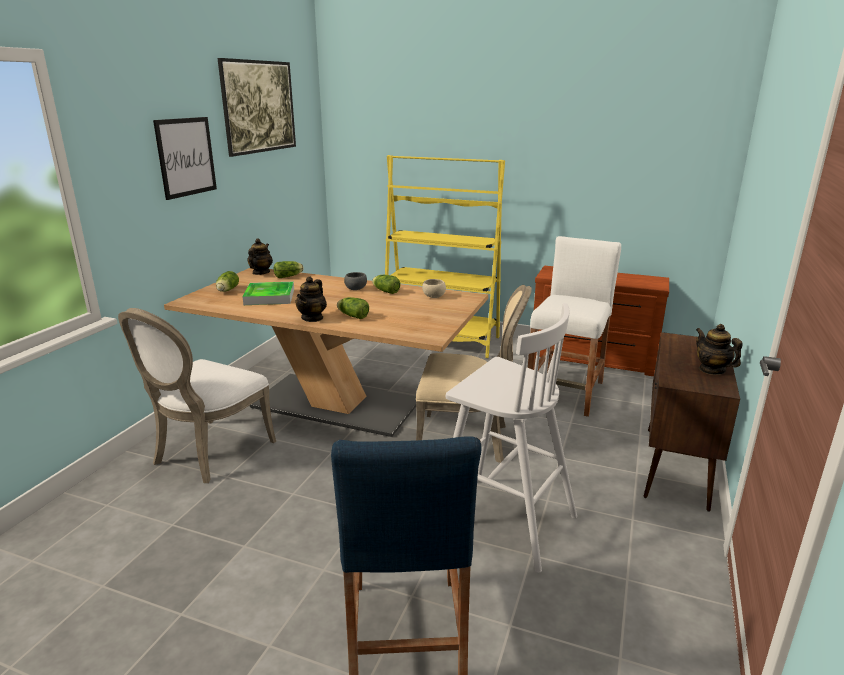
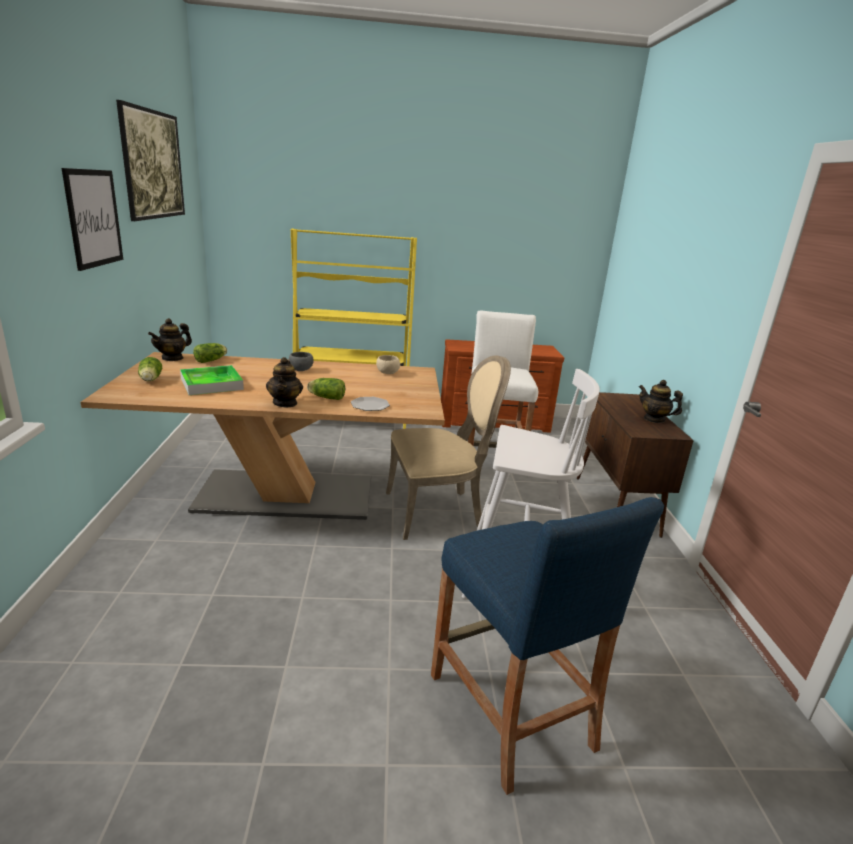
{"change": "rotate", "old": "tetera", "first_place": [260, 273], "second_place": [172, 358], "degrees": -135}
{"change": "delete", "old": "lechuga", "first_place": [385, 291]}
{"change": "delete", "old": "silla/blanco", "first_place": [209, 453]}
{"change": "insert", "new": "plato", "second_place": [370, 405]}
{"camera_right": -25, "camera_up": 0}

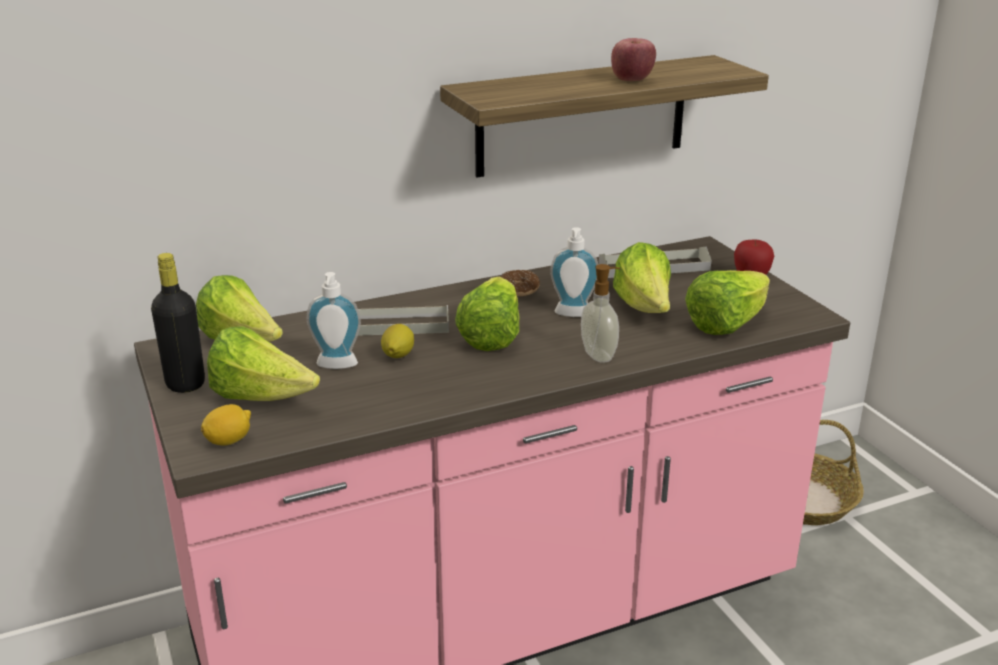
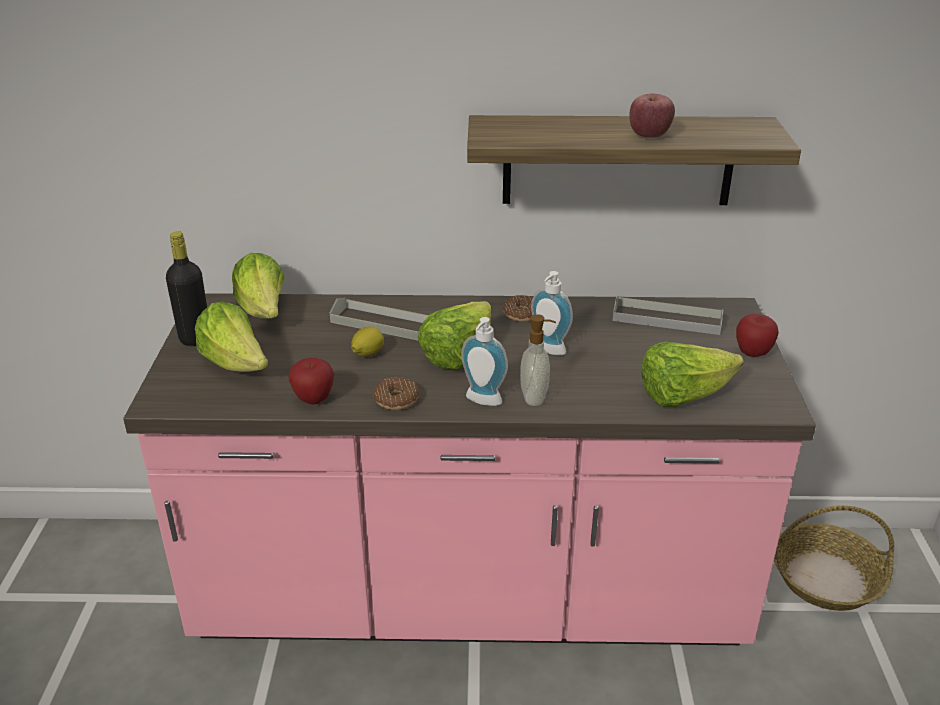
{"change": "delete", "old": "lechuga", "first_place": [645, 308]}
{"change": "move", "old": "dispensador de jabón", "first_place": [336, 366], "second_place": [482, 402]}
{"change": "delete", "old": "limón", "first_place": [229, 440]}
{"change": "insert", "new": "manzana", "second_place": [313, 399]}
{"change": "insert", "new": "rosquilla", "second_place": [396, 400]}
{"camera_right": 25, "camera_up": 5}

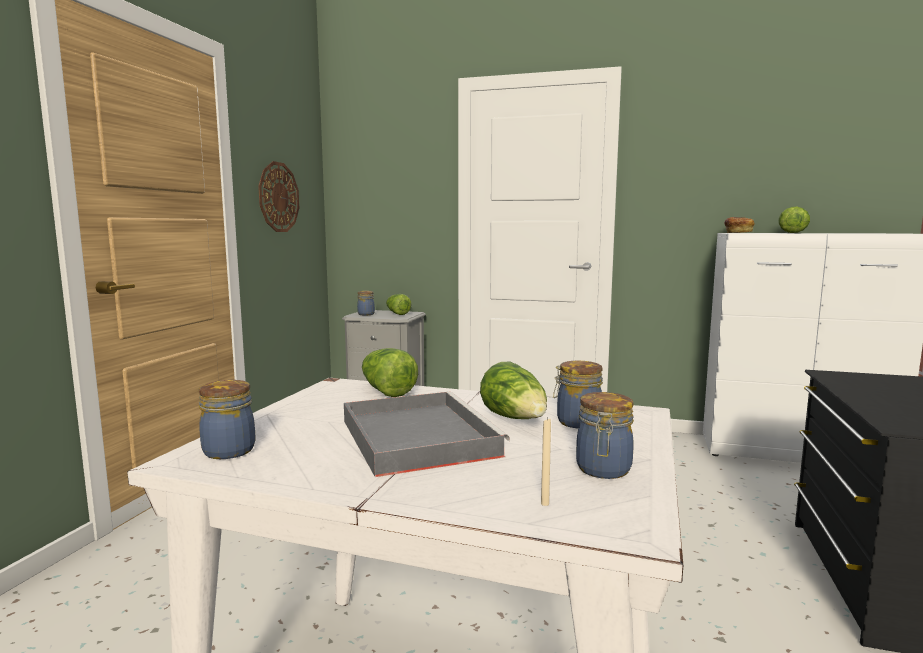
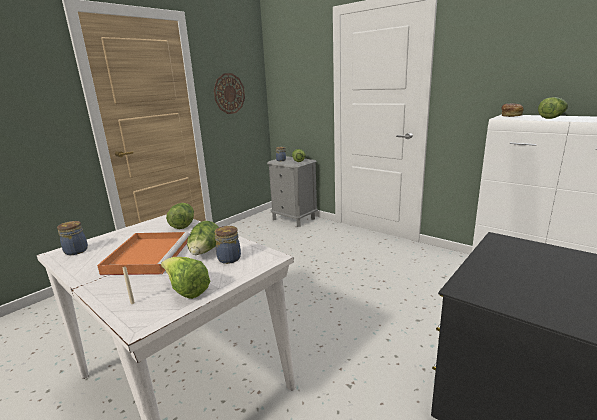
{"change": "recolor", "old": "bandeja/gris", "new": "bandeja/naranja", "first_place": [416, 436], "second_place": [148, 255]}
{"change": "replace", "old": "tarro", "new": "lechuga", "first_place": [603, 470], "second_place": [186, 290]}
{"camera_right": 25, "camera_up": 10}

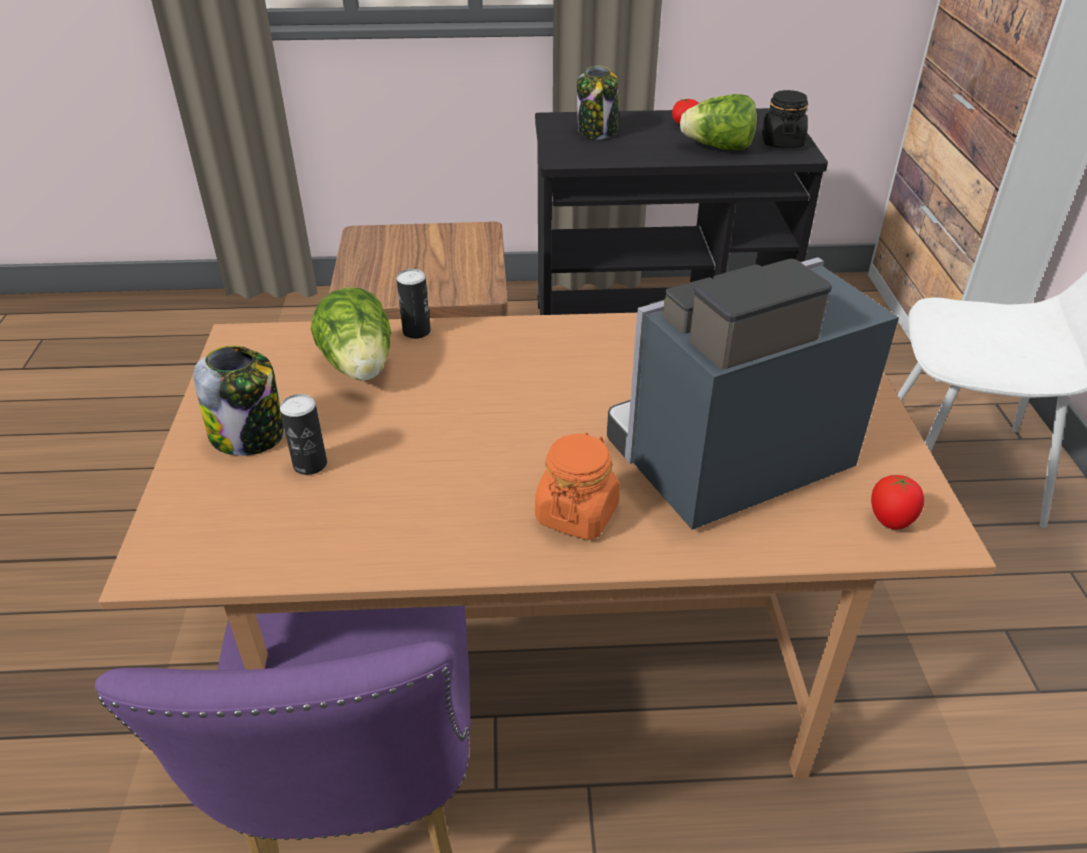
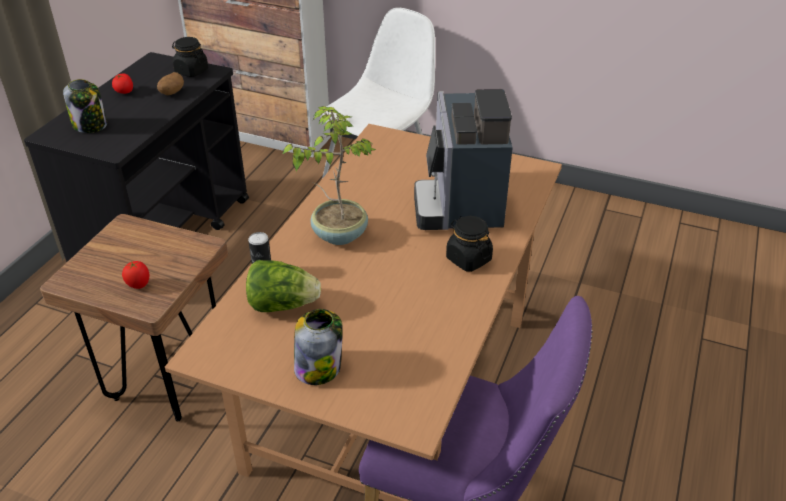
{"change": "replace", "old": "lechuga", "new": "patata", "first_place": [718, 147], "second_place": [171, 93]}
{"change": "delete", "old": "lata", "first_place": [310, 464]}
{"change": "recolor", "old": "tarro/naranja", "new": "tarro/negro", "first_place": [577, 513], "second_place": [468, 259]}
{"change": "move", "old": "tomate", "first_place": [890, 522], "second_place": [139, 285]}
{"change": "insert", "new": "planta en maceta", "second_place": [339, 234]}
{"camera_right": -65, "camera_up": 0}

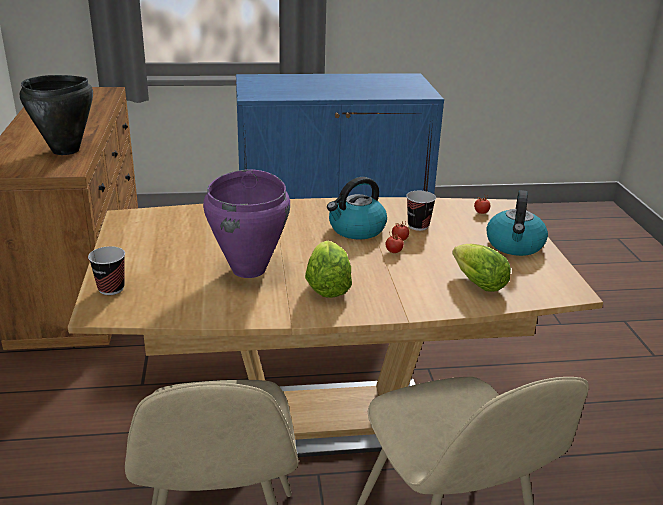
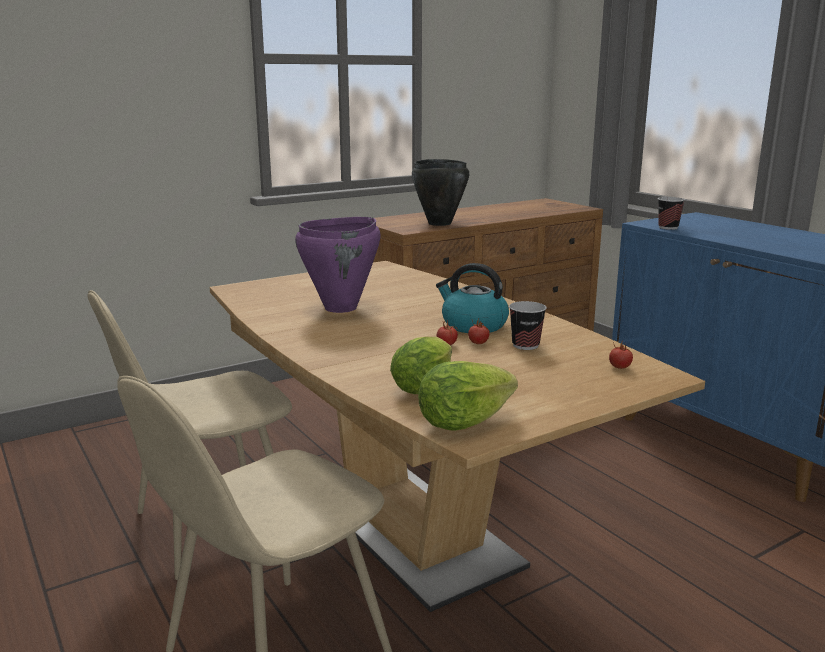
{"change": "delete", "old": "hervidor", "first_place": [515, 245]}
{"change": "move", "old": "lechuga", "first_place": [327, 287], "second_place": [463, 422]}
{"change": "move", "old": "taza", "first_place": [111, 288], "second_place": [668, 227]}
{"camera_right": 65, "camera_up": -10}

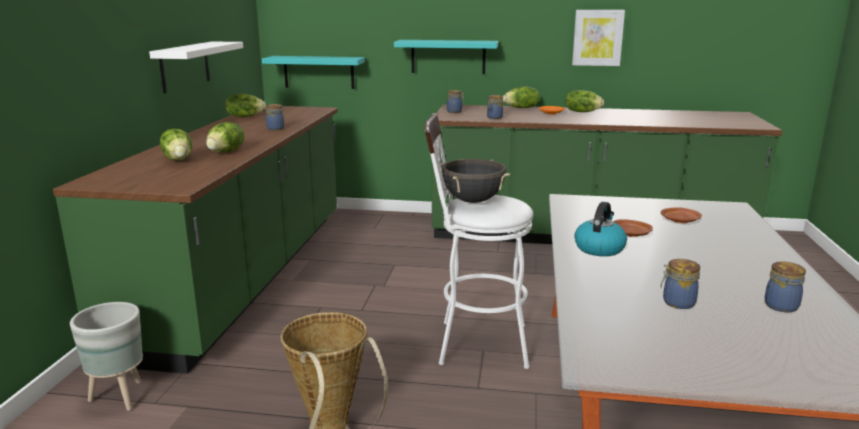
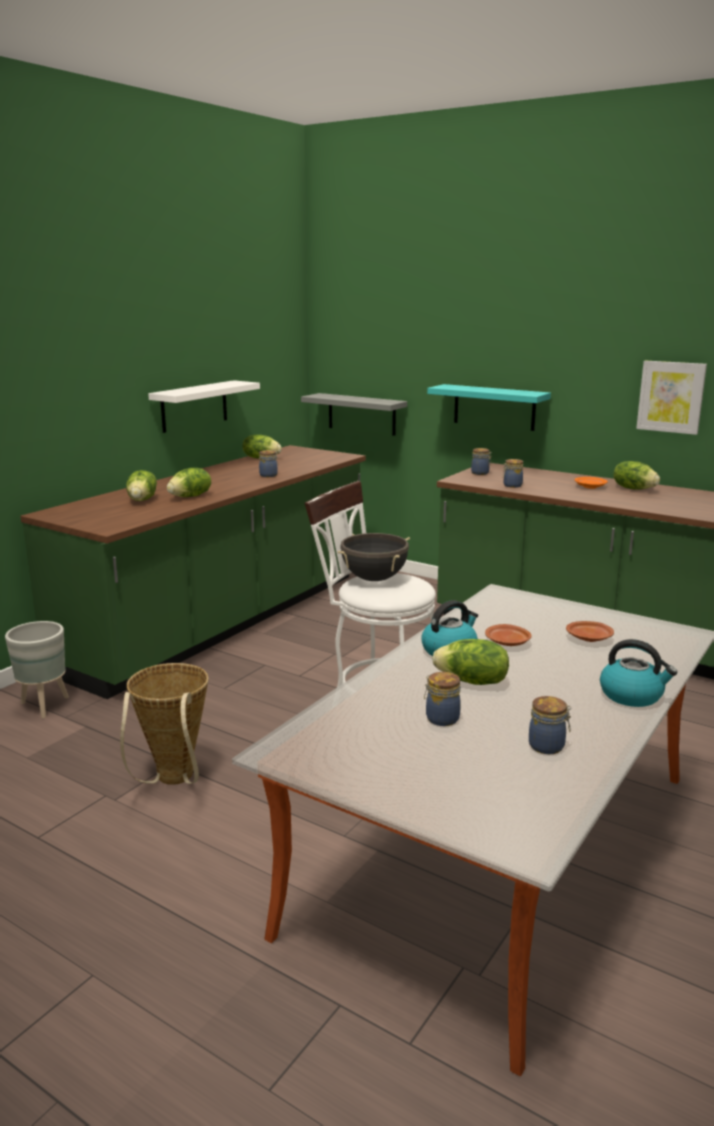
{"change": "recolor", "old": "estante/turquesa", "new": "estante/gris", "first_place": [319, 72], "second_place": [361, 414]}
{"change": "move", "old": "lechuga", "first_place": [521, 108], "second_place": [472, 681]}
{"change": "insert", "new": "hervidor", "second_place": [632, 695]}
{"camera_right": 25, "camera_up": 0}

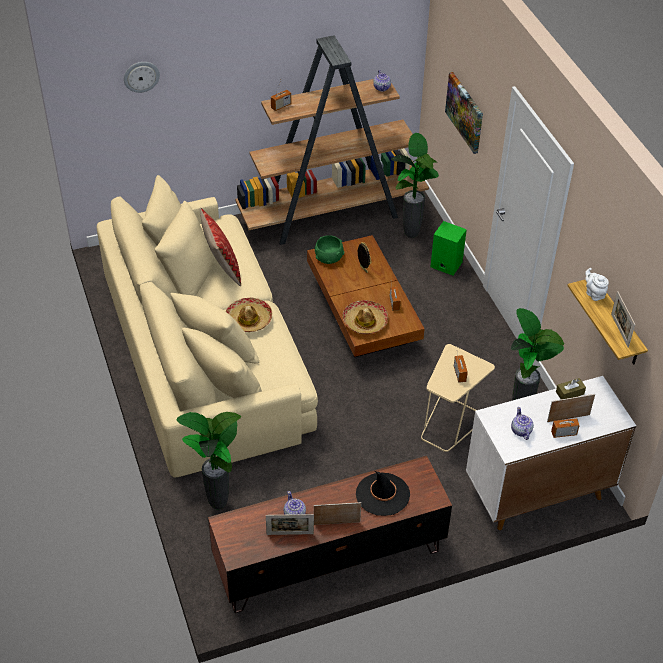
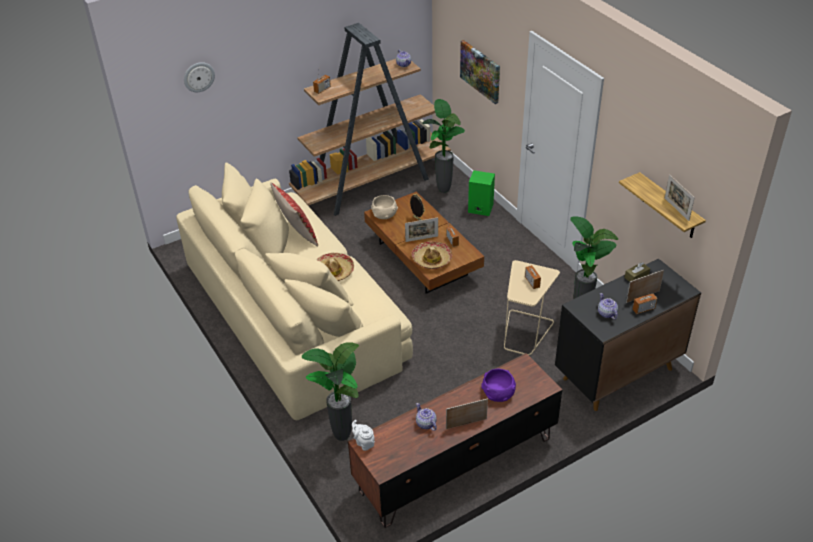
{"change": "recolor", "old": "cuenco/verde", "new": "cuenco/beis", "first_place": [329, 256], "second_place": [384, 213]}
{"change": "move", "old": "tetera/blanco", "first_place": [594, 294], "second_place": [364, 443]}
{"change": "recolor", "old": "armario/blanco", "new": "armario/negro", "first_place": [537, 492], "second_place": [617, 374]}
{"change": "replace", "old": "sombrero/negro", "new": "cuenco/morado", "first_place": [382, 494], "second_place": [498, 392]}
{"change": "move", "old": "portarretratos", "first_place": [290, 534], "second_place": [421, 239]}
{"camera_right": -10, "camera_up": -5}

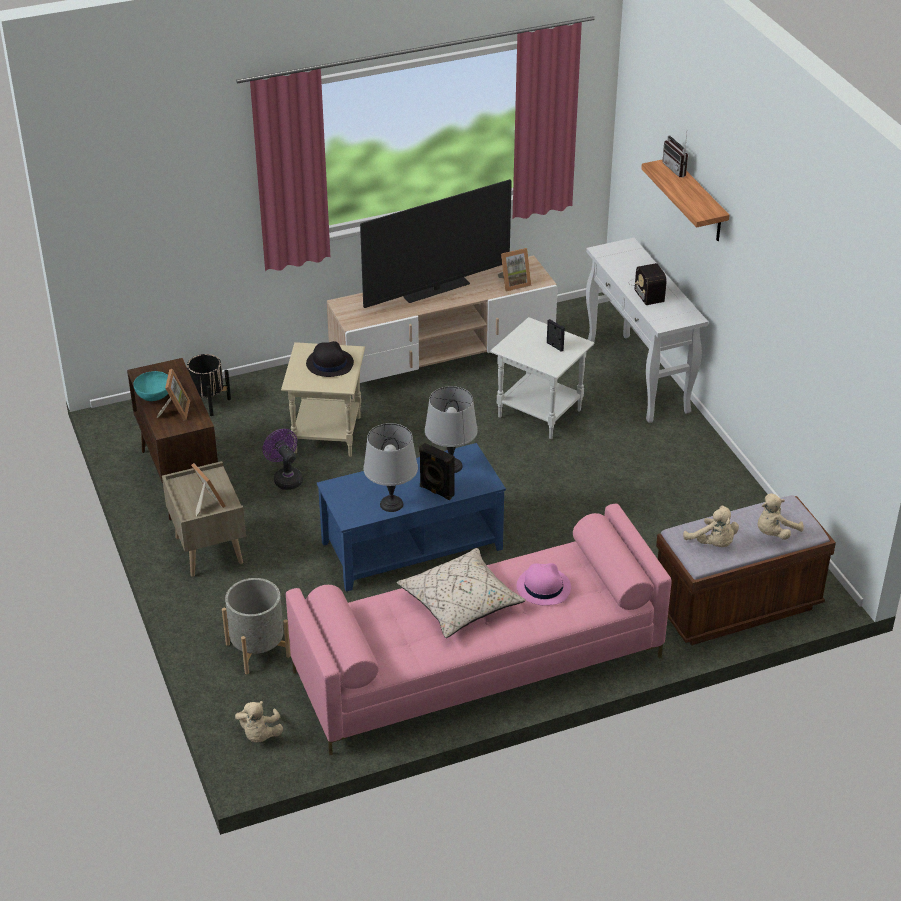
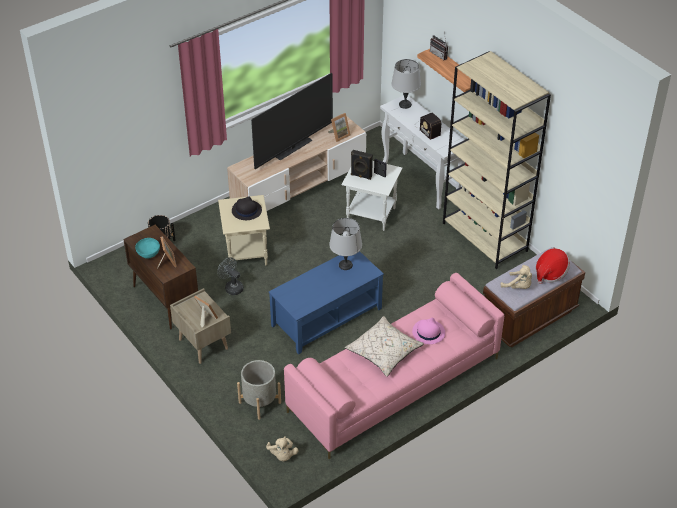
{"change": "move", "old": "lámpara de mesa/gris", "first_place": [392, 504], "second_place": [405, 104]}
{"change": "recolor", "old": "ventilador/morado", "new": "ventilador/gris", "first_place": [285, 478], "second_place": [232, 287]}
{"change": "move", "old": "altavoz/negro", "first_place": [436, 491], "second_place": [361, 176]}
{"change": "replace", "old": "peluche/beis", "new": "sombrero", "first_place": [774, 533], "second_place": [550, 273]}
{"change": "insert", "new": "estantería/beis", "second_place": [485, 237]}
{"camera_right": -15, "camera_up": 5}

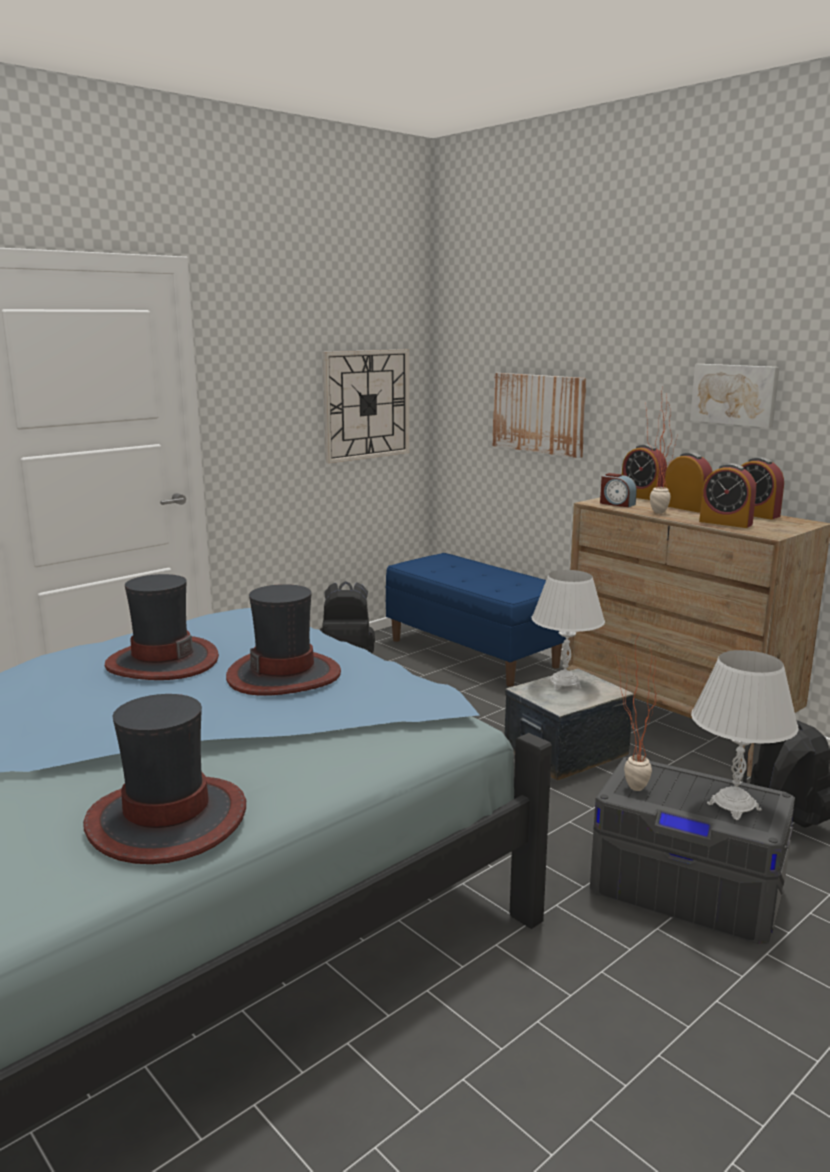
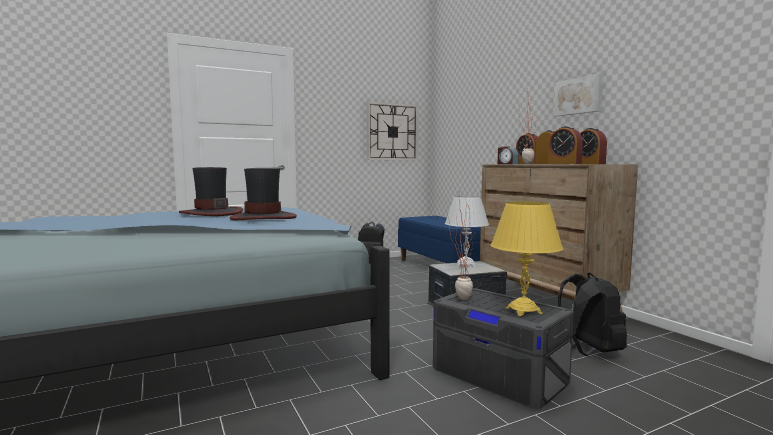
{"change": "delete", "old": "cuadro", "first_place": [539, 413]}
{"change": "recolor", "old": "lámpara de mesa/blanco", "new": "lámpara de mesa/amarillo", "first_place": [733, 806], "second_place": [523, 311]}
{"change": "delete", "old": "sombrero", "first_place": [167, 819]}
{"camera_right": 15, "camera_up": -10}

